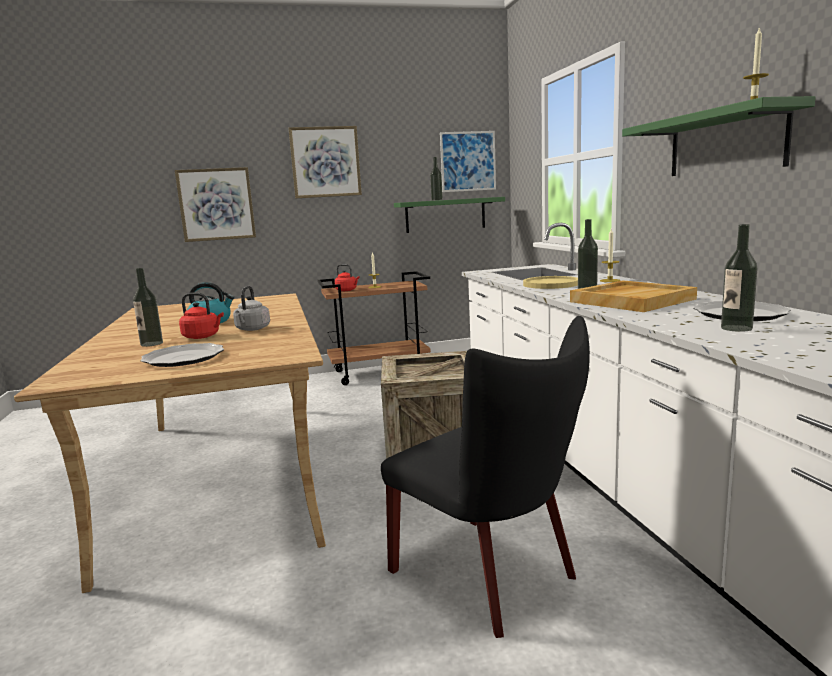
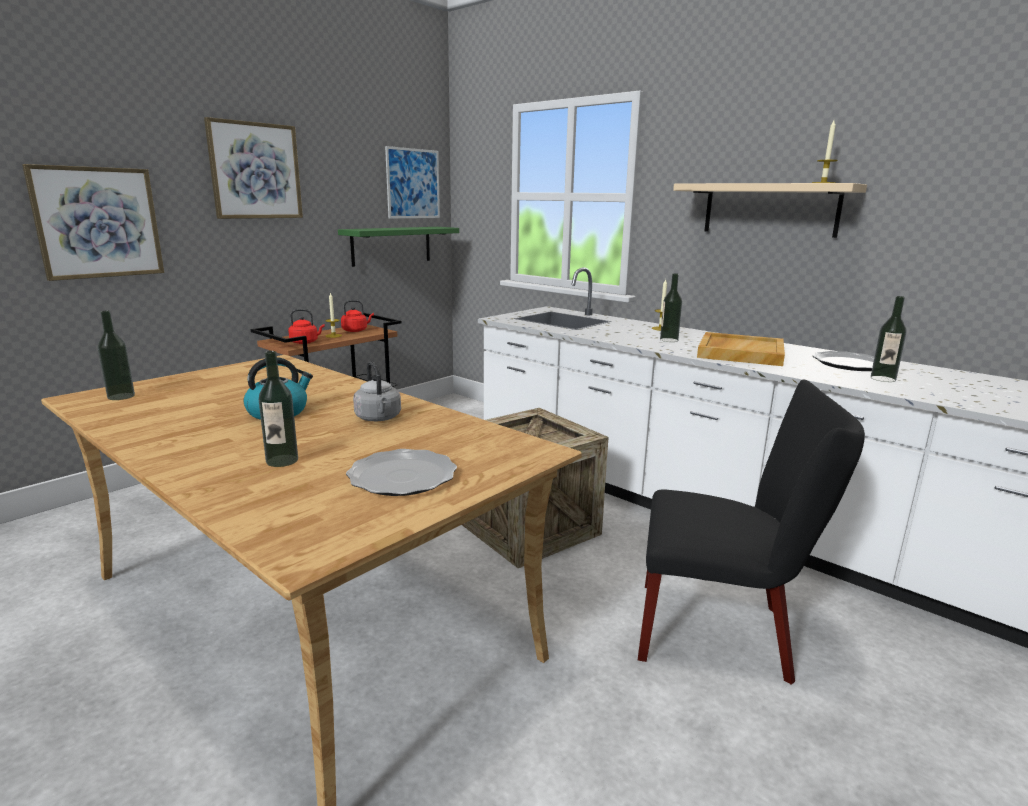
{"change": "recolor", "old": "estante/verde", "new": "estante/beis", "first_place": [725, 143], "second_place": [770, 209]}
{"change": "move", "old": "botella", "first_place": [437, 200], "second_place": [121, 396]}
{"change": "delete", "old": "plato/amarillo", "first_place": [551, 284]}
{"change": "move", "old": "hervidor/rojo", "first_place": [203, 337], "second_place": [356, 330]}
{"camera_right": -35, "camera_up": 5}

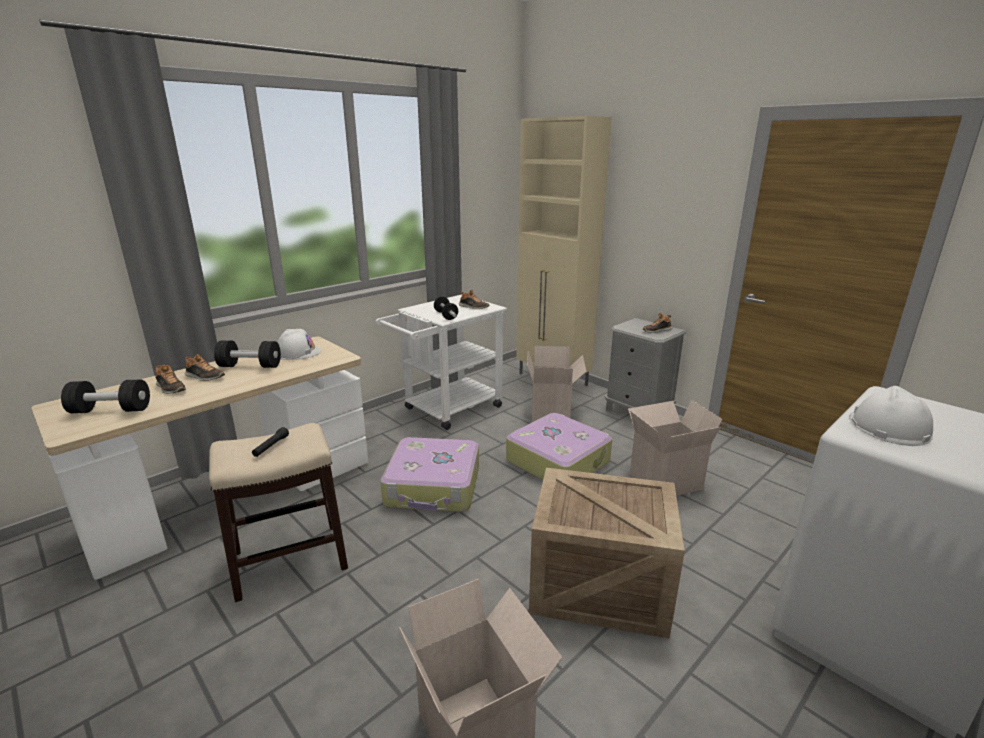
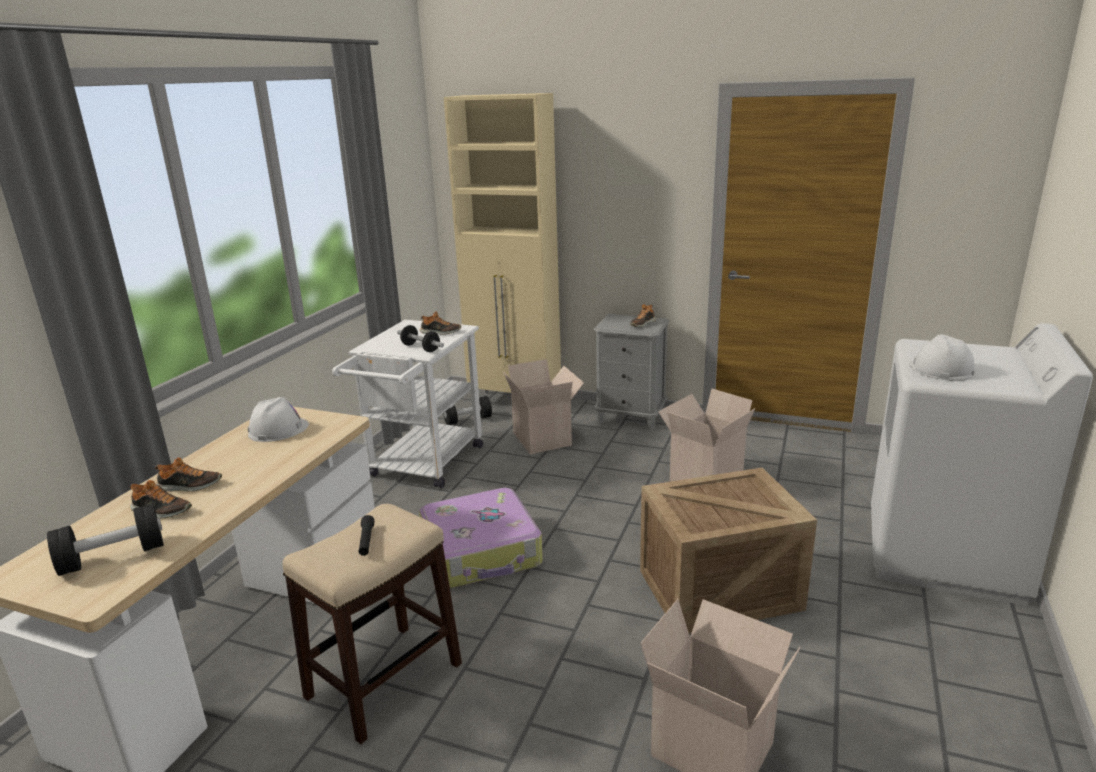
{"change": "move", "old": "mancuerna/negro", "first_place": [250, 366], "second_place": [468, 420]}
{"change": "delete", "old": "maleta", "first_place": [558, 460]}
{"camera_right": -25, "camera_up": 0}

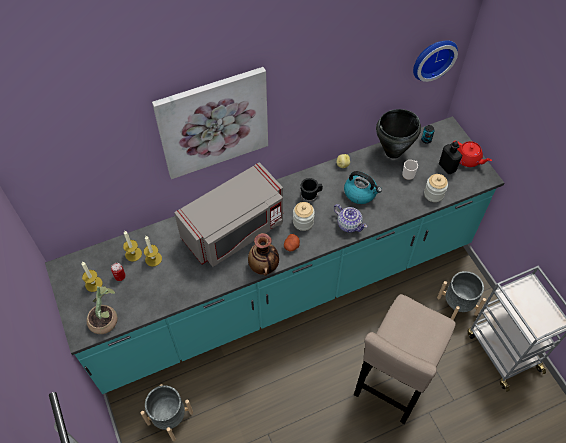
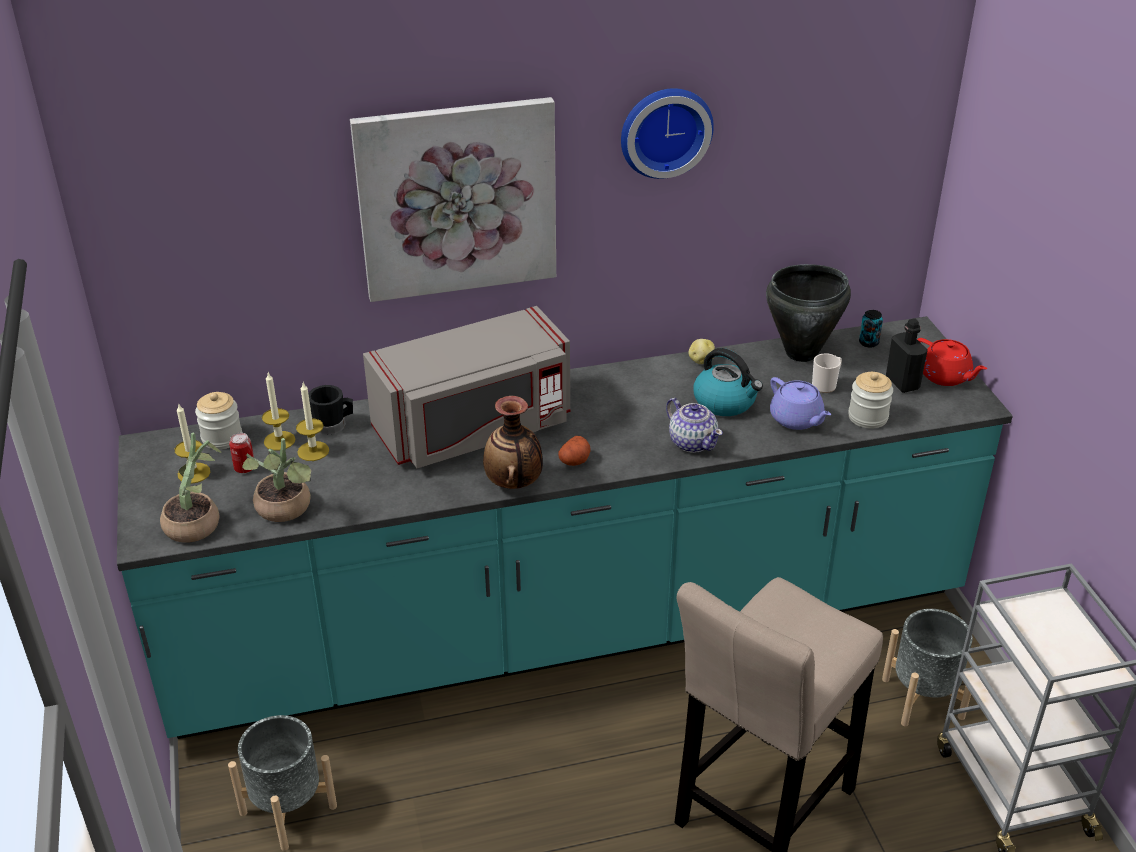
{"change": "move", "old": "reloj de pared", "first_place": [432, 58], "second_place": [664, 130]}
{"change": "move", "old": "taza grande/negro", "first_place": [311, 196], "second_place": [333, 425]}
{"change": "move", "old": "tarro", "first_place": [303, 222], "second_place": [222, 438]}
{"change": "insert", "new": "tetera/morado", "second_place": [797, 419]}
{"change": "insert", "new": "planta en maceta", "second_place": [286, 511]}
{"camera_right": 10, "camera_up": -20}

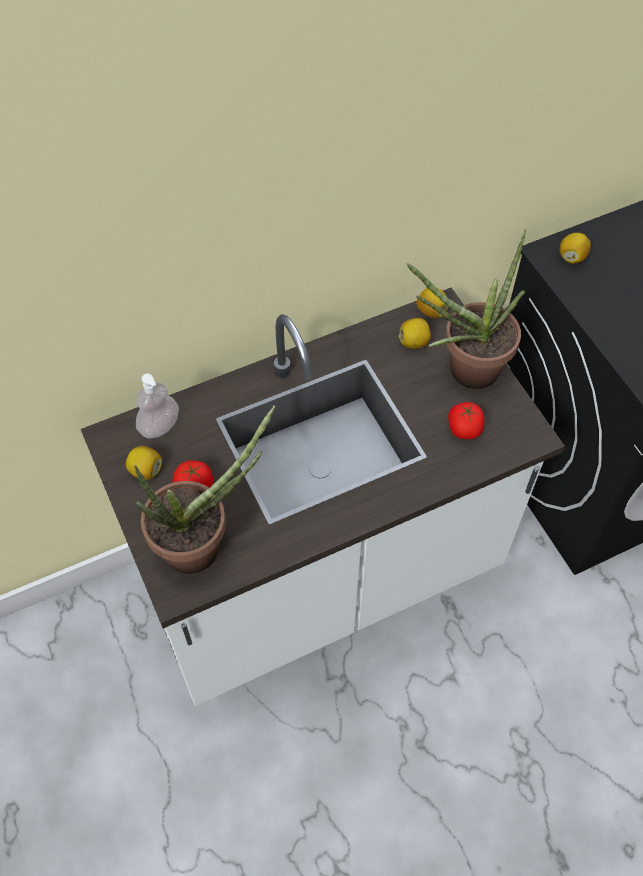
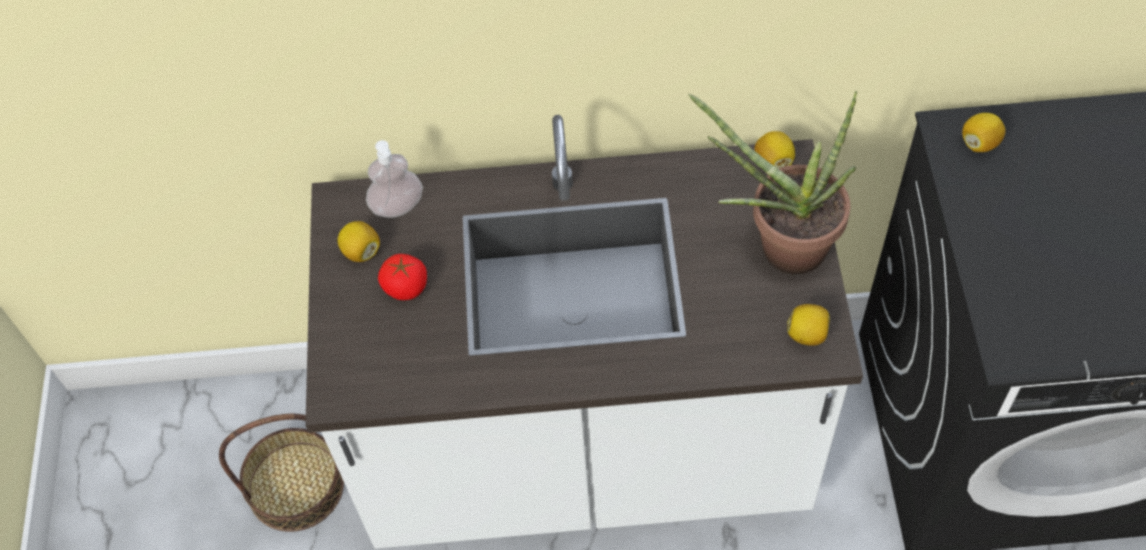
{"change": "move", "old": "limón", "first_place": [414, 342], "second_place": [807, 334]}
{"change": "delete", "old": "tomate", "first_place": [464, 429]}
{"change": "delete", "old": "planta en maceta", "first_place": [204, 544]}
{"change": "insert", "new": "cesta", "second_place": [296, 485]}
{"camera_right": 25, "camera_up": 0}

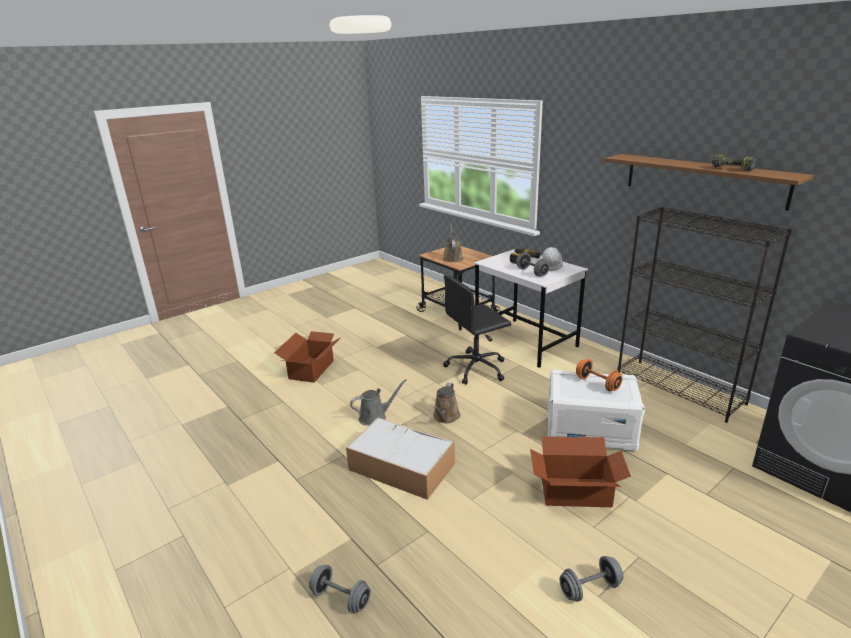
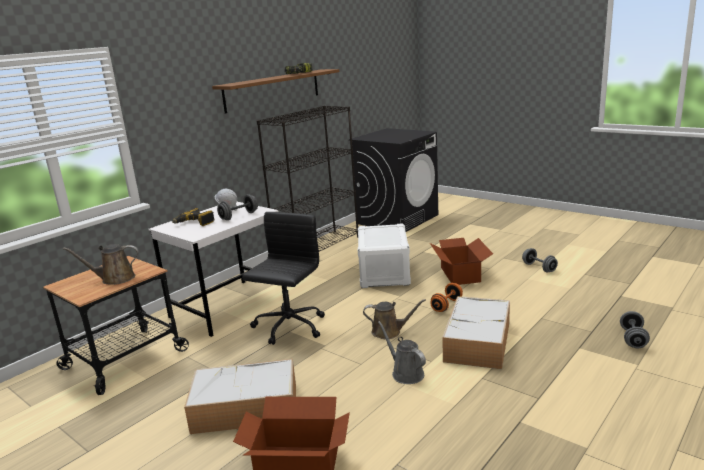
{"change": "rotate", "old": "silla de oficina/negro", "first_place": [477, 368], "second_place": [288, 327], "degrees": -120}
{"change": "move", "old": "mancuerna/naranja", "first_place": [597, 384], "second_place": [446, 305]}
{"change": "insert", "new": "caja de almacenaje", "second_place": [244, 408]}
{"camera_right": -100, "camera_up": -5}

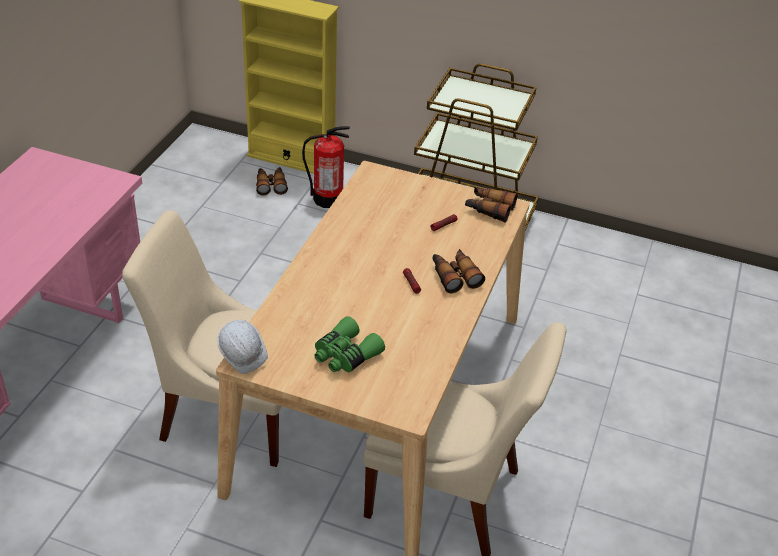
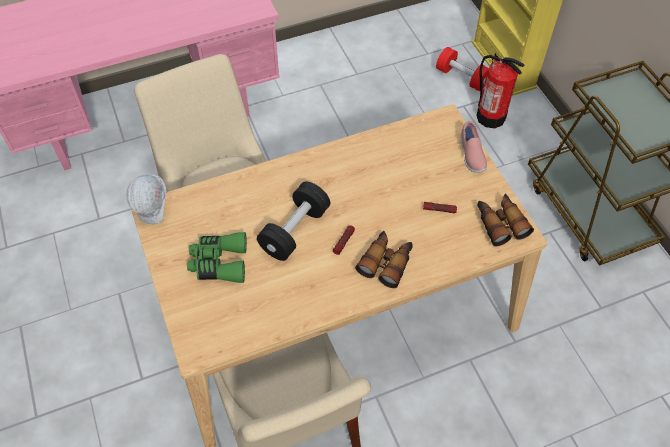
{"change": "replace", "old": "prismáticos", "new": "mancuerna/rojo", "first_place": [271, 185], "second_place": [461, 77]}
{"change": "insert", "new": "zapato/rosa", "second_place": [471, 155]}
{"change": "insert", "new": "mancuerna/negro", "second_place": [295, 230]}
{"camera_right": 50, "camera_up": 15}

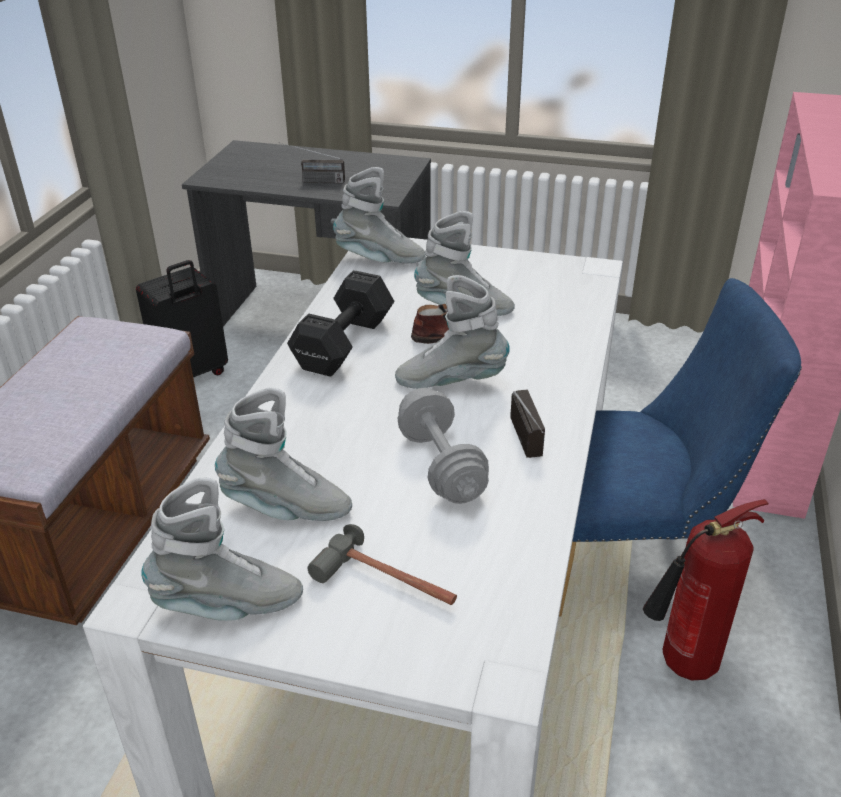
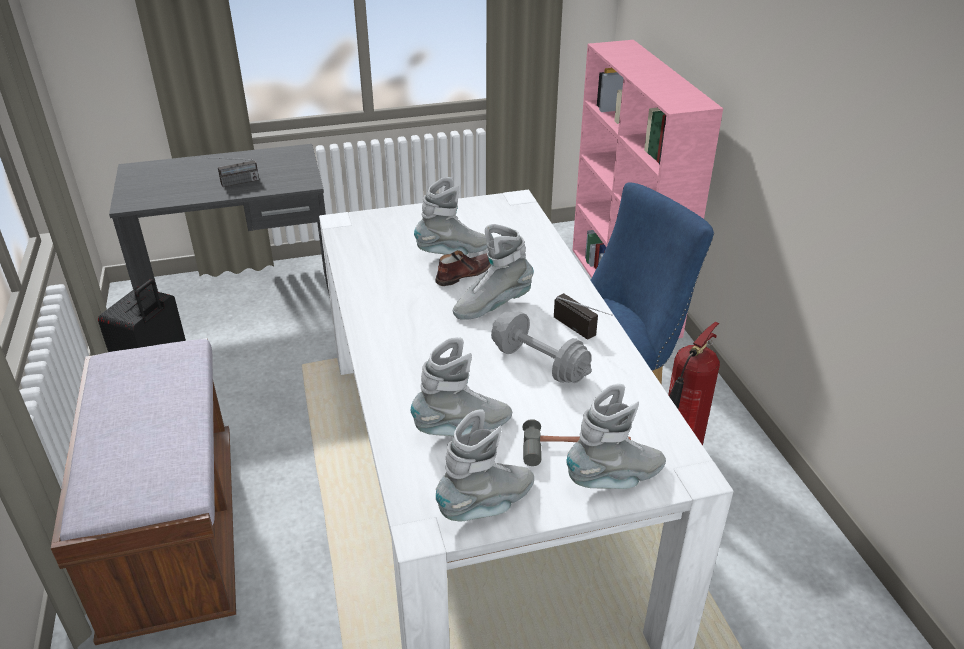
{"change": "move", "old": "bota/gris", "first_place": [380, 259], "second_place": [616, 479]}
{"change": "delete", "old": "mancuerna/negro", "first_place": [346, 343]}
{"camera_right": -30, "camera_up": 0}

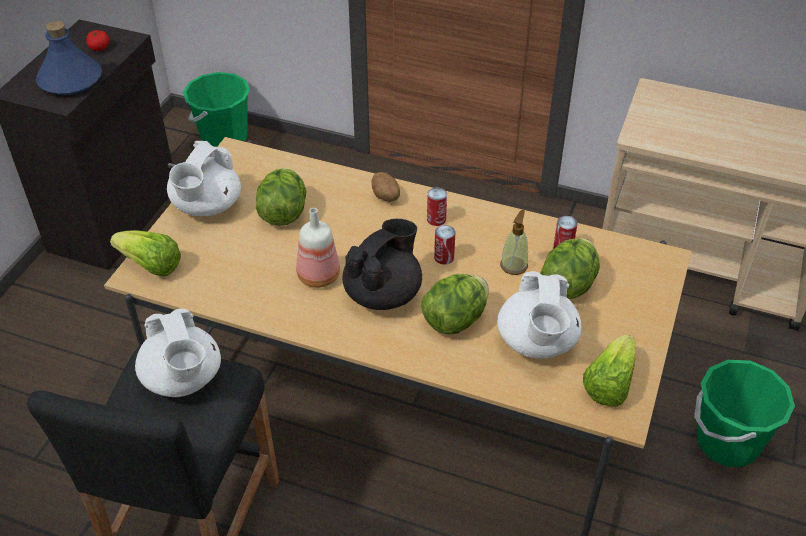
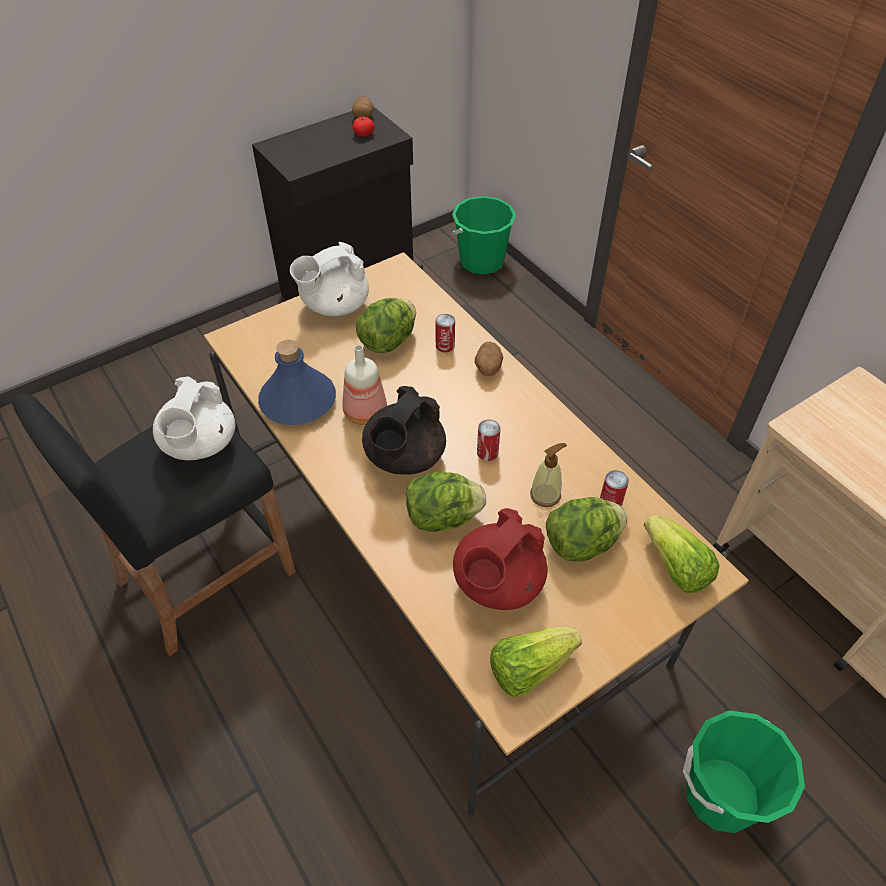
{"change": "move", "old": "botella/azul", "first_place": [71, 80], "second_place": [298, 402]}
{"change": "move", "old": "lata", "first_place": [436, 219], "second_place": [445, 345]}
{"change": "rotate", "old": "tetera/negro", "first_place": [383, 293], "second_place": [404, 458], "degrees": 135}
{"change": "move", "old": "lechuga", "first_place": [150, 265], "second_place": [675, 567]}
{"change": "recolor", "old": "tetera/blanco", "new": "tetera/rojo", "first_place": [536, 343], "second_place": [497, 583]}
{"change": "insert", "new": "patata", "second_place": [363, 116]}
{"camera_right": 35, "camera_up": 5}

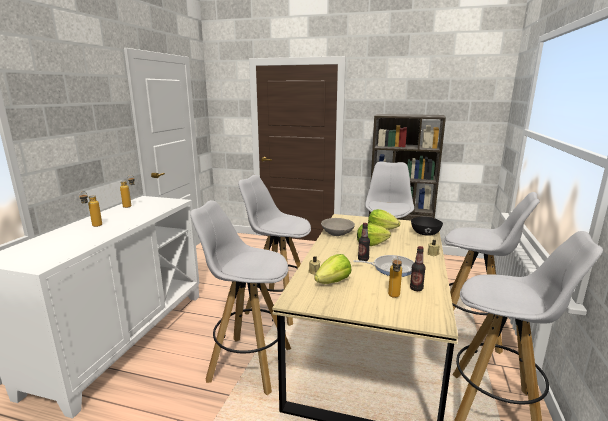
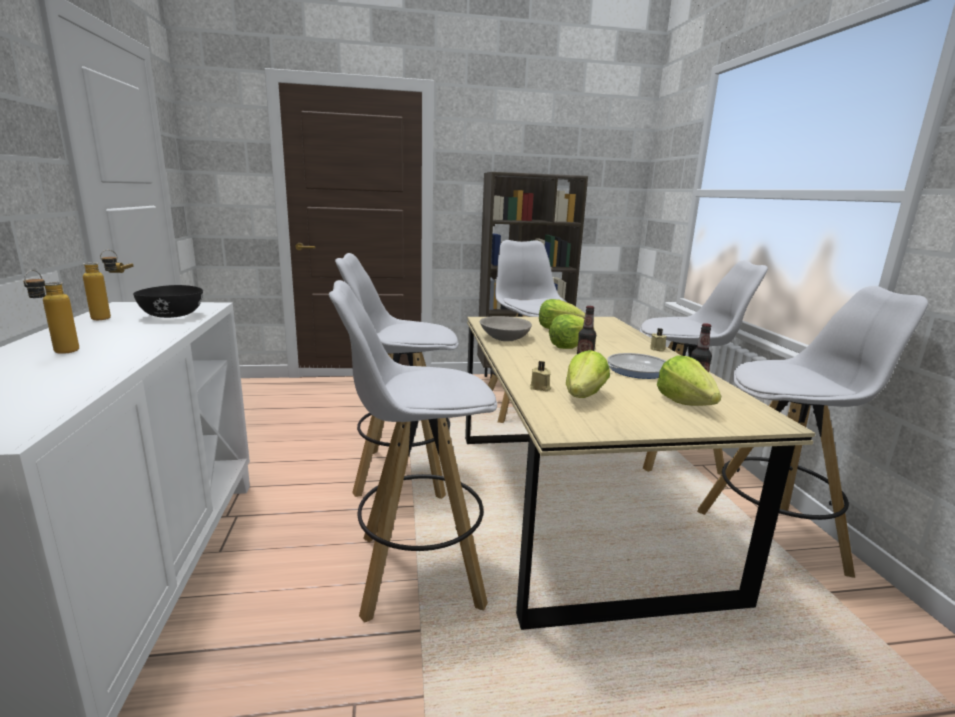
{"change": "move", "old": "cuenco/negro", "first_place": [425, 233], "second_place": [172, 316]}
{"change": "replace", "old": "botella", "new": "lechuga", "first_place": [394, 297], "second_place": [685, 402]}
{"camera_right": -25, "camera_up": 0}

